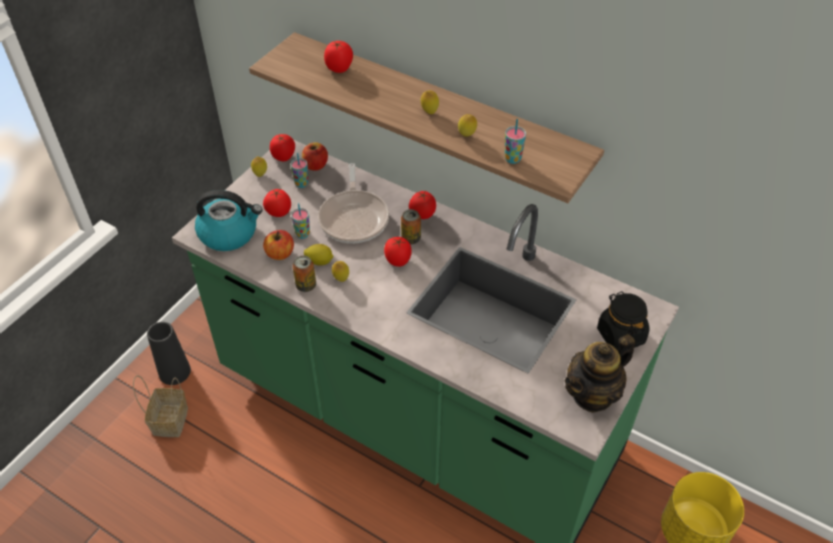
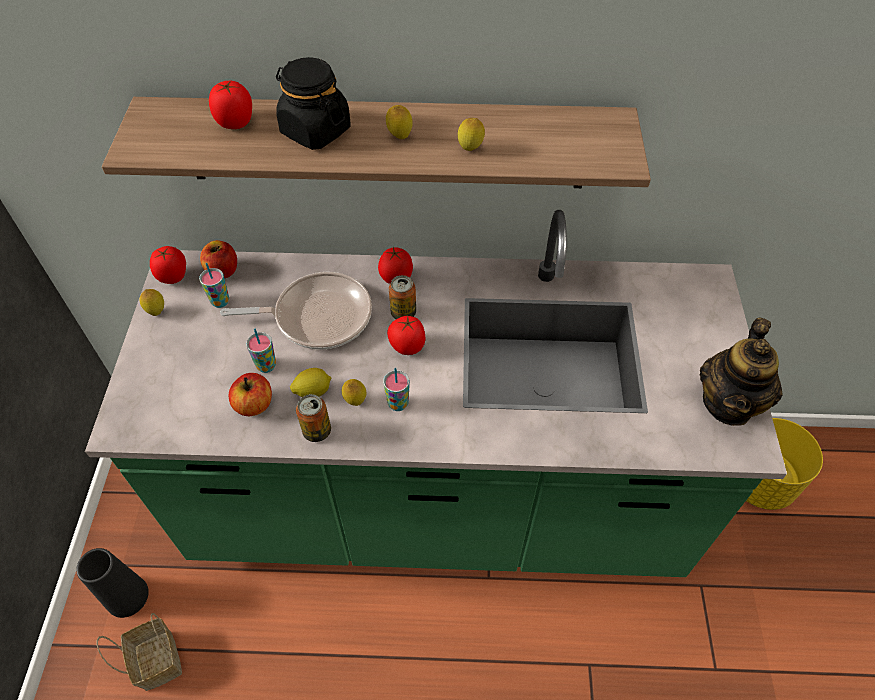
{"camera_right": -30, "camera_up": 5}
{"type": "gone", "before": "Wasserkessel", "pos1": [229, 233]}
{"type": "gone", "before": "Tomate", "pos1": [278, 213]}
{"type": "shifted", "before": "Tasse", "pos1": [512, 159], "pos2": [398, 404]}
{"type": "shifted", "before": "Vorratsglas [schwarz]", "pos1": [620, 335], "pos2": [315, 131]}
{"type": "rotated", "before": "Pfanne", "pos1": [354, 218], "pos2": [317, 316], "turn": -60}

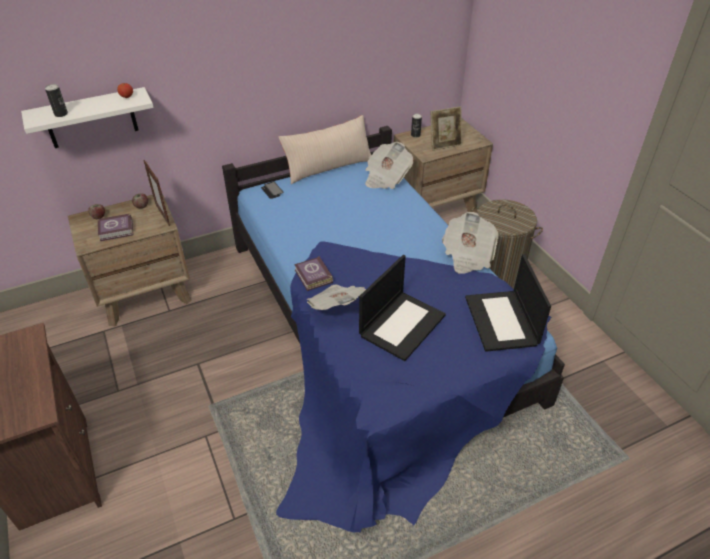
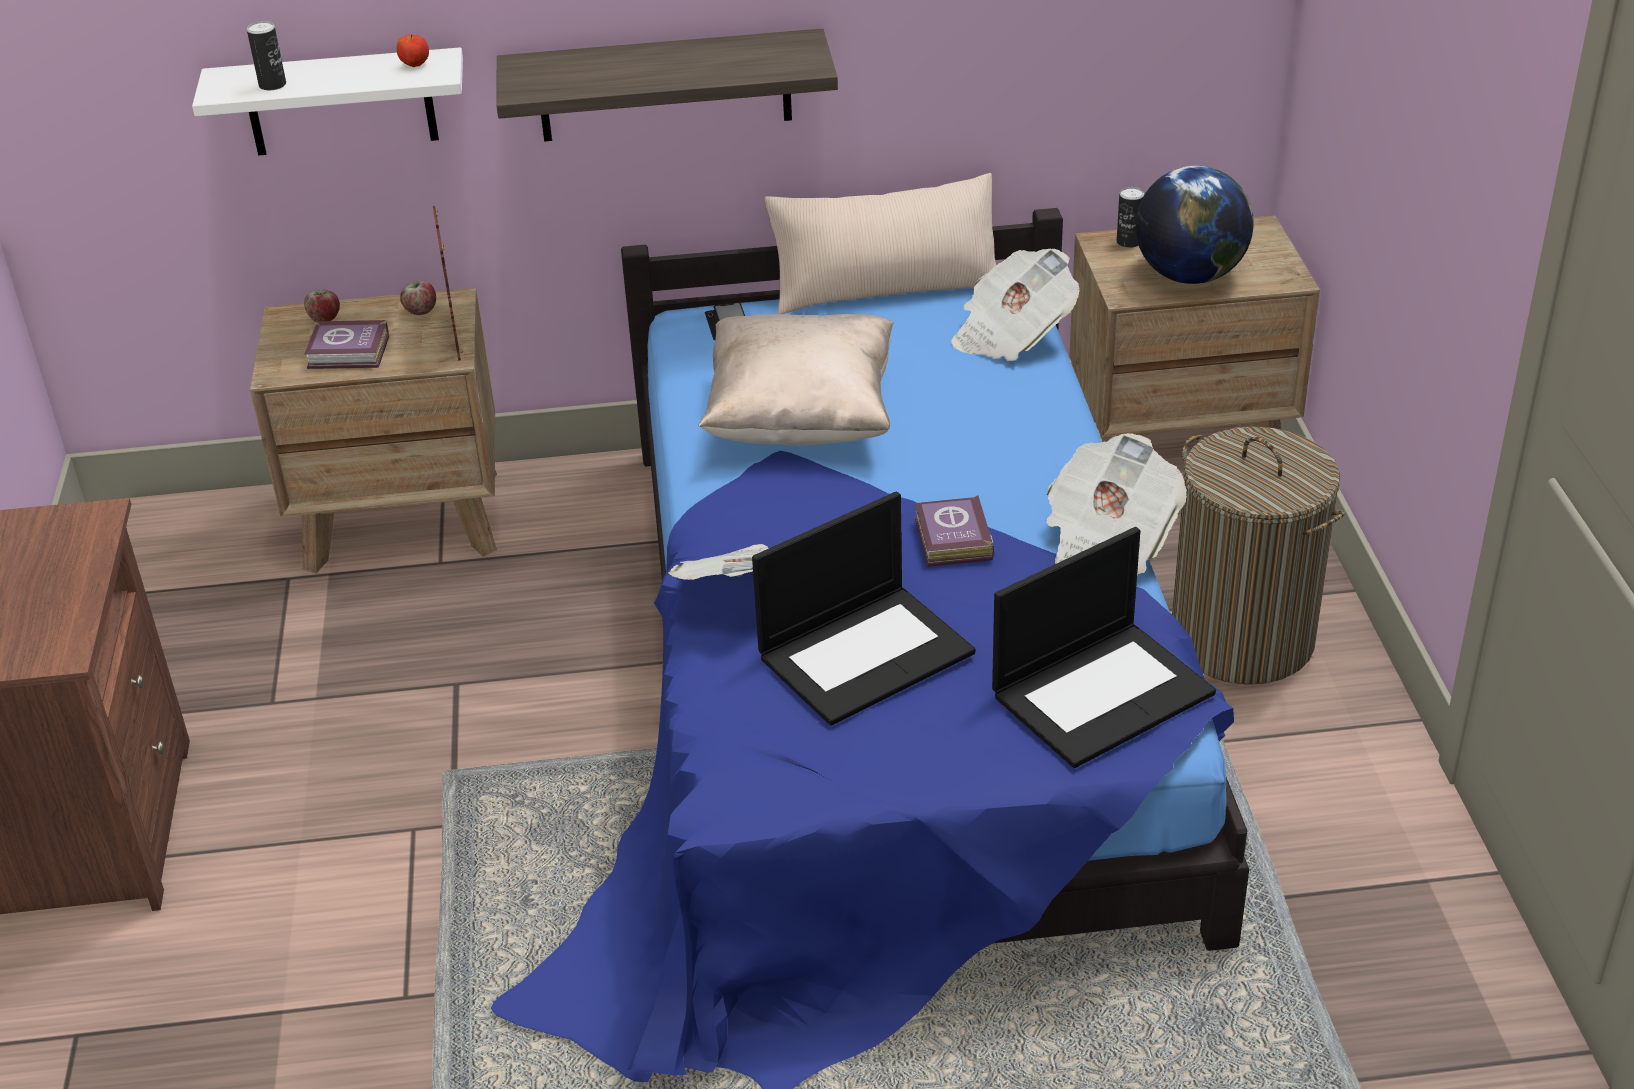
{"camera_right": 20, "camera_up": -5}
{"type": "new", "after": "Wandregal", "pos2": [664, 86]}
{"type": "new", "after": "Kissen [beige]", "pos2": [801, 419]}
{"type": "shifted", "before": "Buch", "pos1": [313, 277], "pos2": [952, 540]}
{"type": "swapped", "before": "Bilderrahmen", "after": "Globus", "pos1": [444, 145], "pos2": [1189, 275]}
{"type": "rotated", "before": "Laptop", "pos1": [502, 321], "pos2": [1103, 692], "turn": -135}

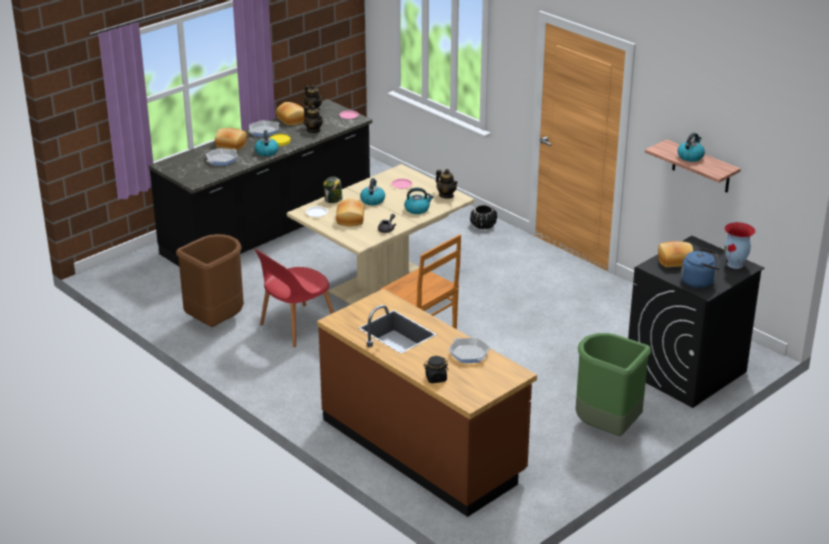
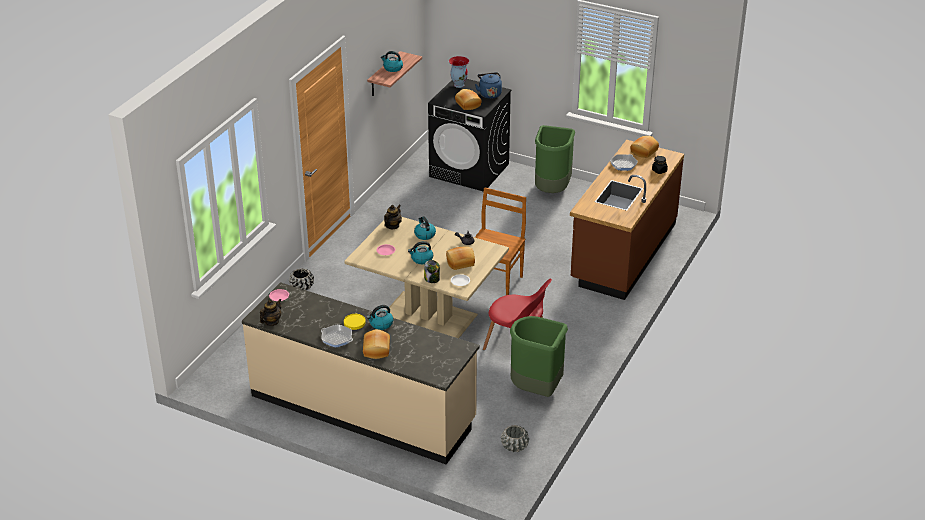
{"camera_right": -110, "camera_up": 5}
{"type": "gone", "before": "Pfanne", "pos1": [222, 159]}
{"type": "gone", "before": "Teekanne", "pos1": [313, 130]}
{"type": "new", "after": "Pflanzkübel [grau]", "pos2": [514, 446]}
{"type": "shifted", "before": "Brot", "pos1": [292, 119], "pos2": [643, 151]}
{"type": "repainted", "before": "Küchenzeile [schwarz]", "after": "Küchenzeile [beige]", "pos1": [269, 228], "pos2": [363, 408]}
{"type": "repainted", "before": "Mülleimer [braun]", "after": "Mülleimer [grün]", "pos1": [216, 321], "pos2": [536, 390]}

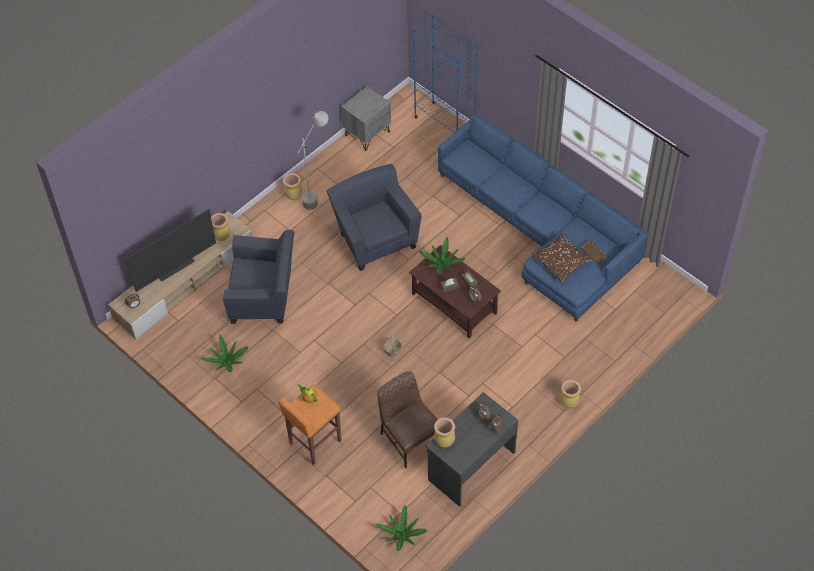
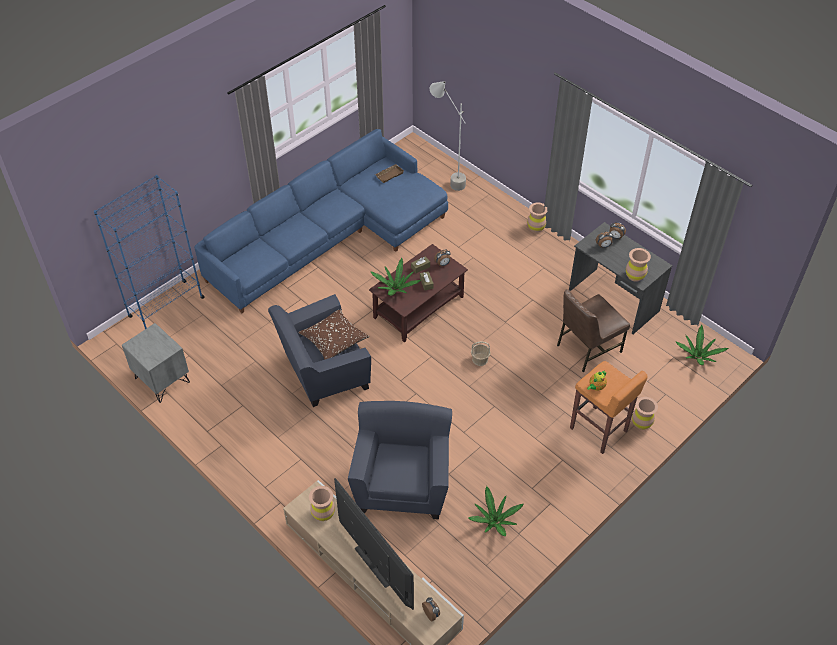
{"camera_right": -90, "camera_up": -5}
{"type": "shifted", "before": "Vase [braun]", "pos1": [293, 195], "pos2": [641, 423]}
{"type": "shifted", "before": "Stehlampe [grau]", "pos1": [318, 195], "pos2": [447, 179]}
{"type": "shifted", "before": "Kissen [braun]", "pos1": [561, 261], "pos2": [333, 340]}

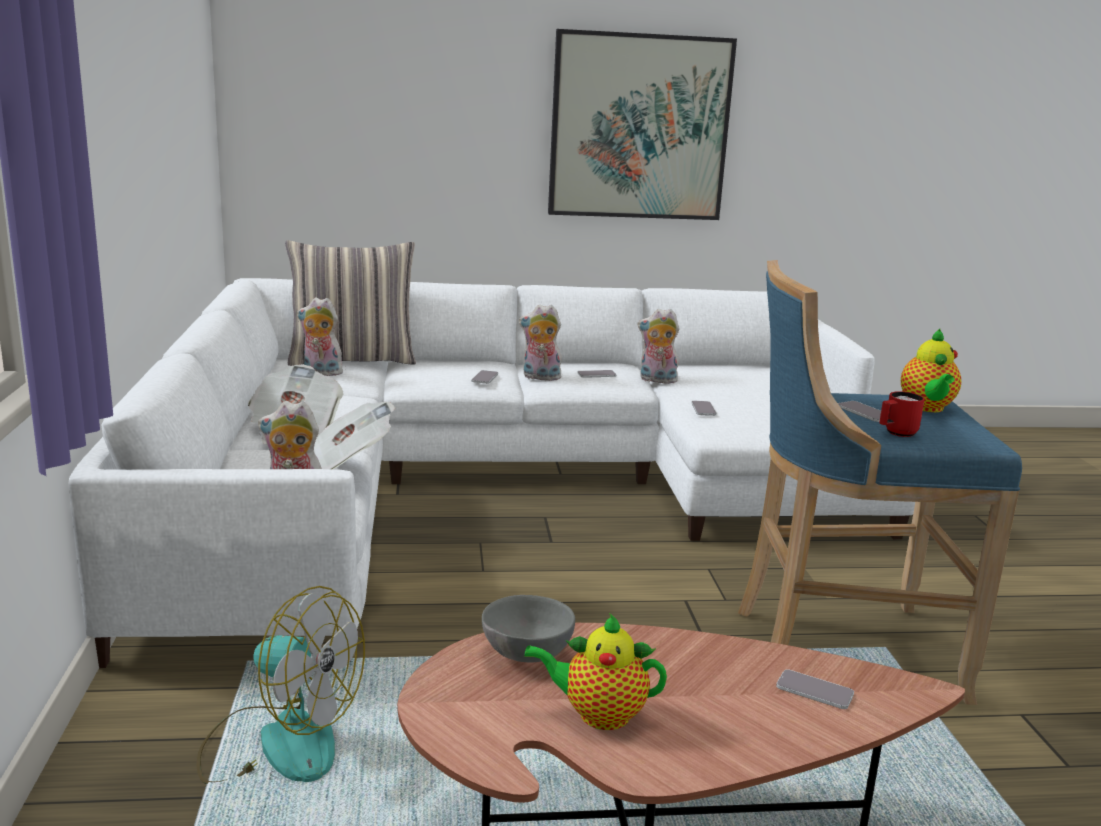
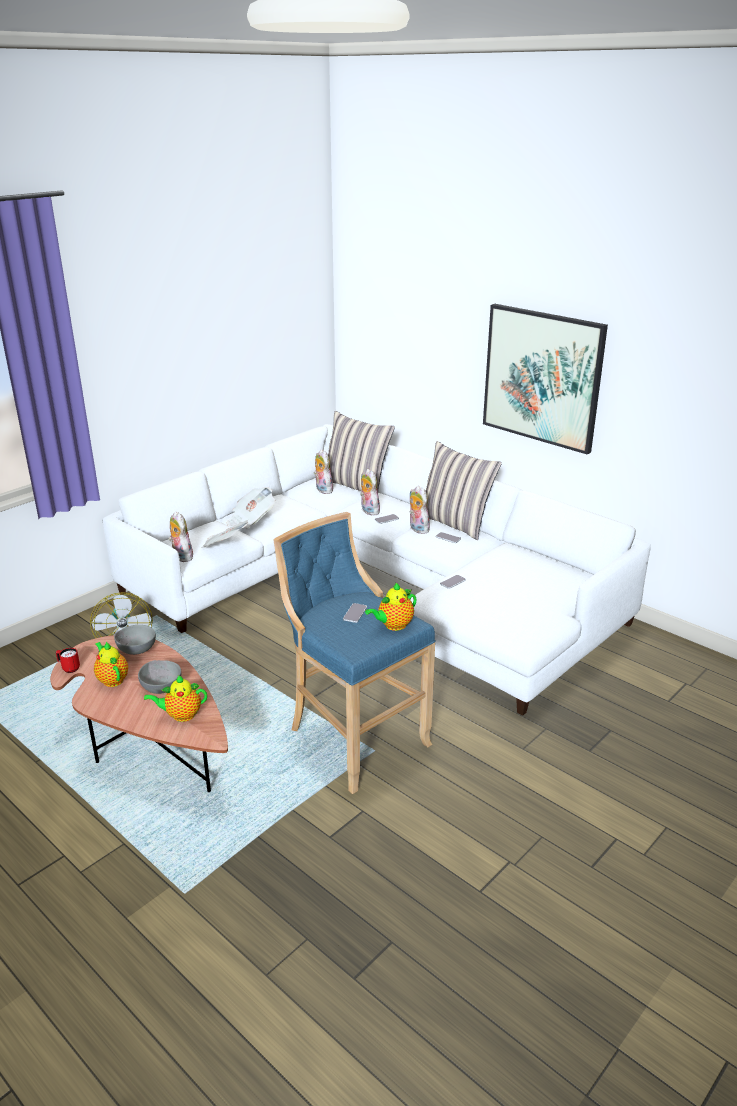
{"camera_right": 50, "camera_up": 10}
{"type": "new", "after": "Schüssel [grau]", "pos2": [162, 687]}
{"type": "new", "after": "Kissen", "pos2": [455, 523]}
{"type": "shifted", "before": "Plüschtier", "pos1": [656, 380], "pos2": [368, 511]}
{"type": "shifted", "before": "Henkelbecher [rot]", "pos1": [896, 433], "pos2": [69, 668]}
{"type": "swapped", "before": "Handy", "after": "Teekanne", "pos1": [814, 691], "pos2": [181, 715]}

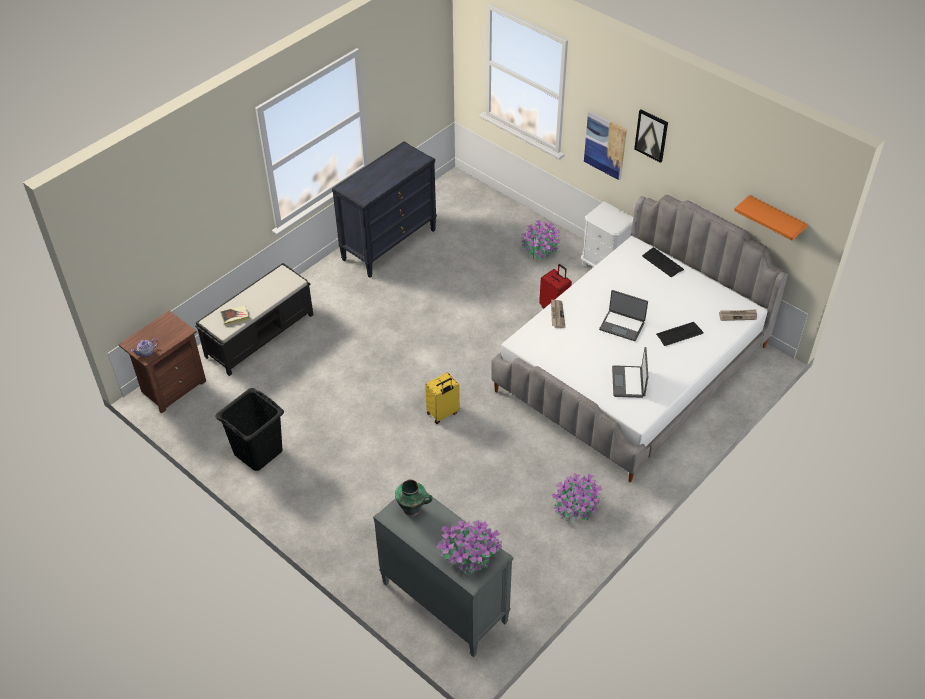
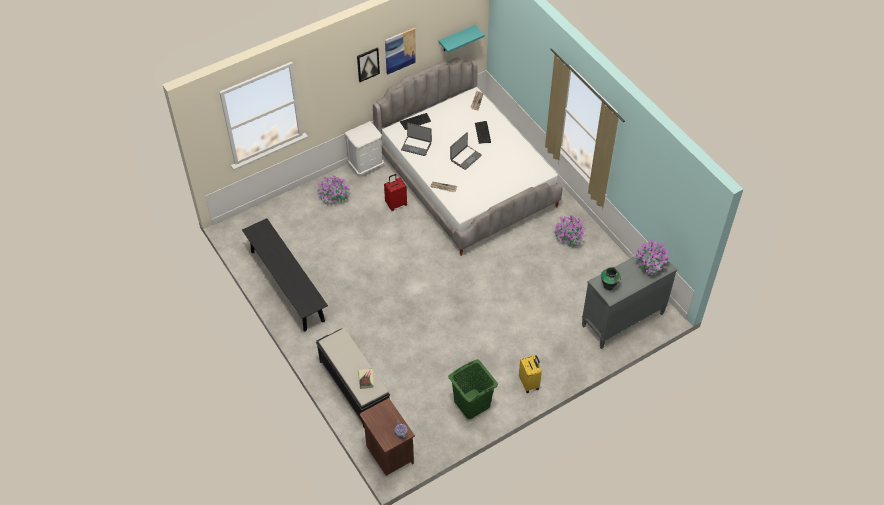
{"camera_right": -75, "camera_up": 5}
{"type": "shifted", "before": "Koffer [gelb]", "pos1": [443, 413], "pos2": [529, 383]}
{"type": "shifted", "before": "Bild", "pos1": [605, 145], "pos2": [400, 50]}
{"type": "shifted", "before": "Laptop", "pos1": [629, 382], "pos2": [416, 146]}
{"type": "swapped", "before": "Kommode [schwarz]", "after": "Bank [schwarz]", "pos1": [389, 244], "pos2": [287, 285]}
{"type": "repainted", "before": "Wäschekorb [schwarz]", "after": "Wäschekorb [grün]", "pos1": [257, 452], "pos2": [472, 404]}
{"type": "repainted", "before": "Wandregal [orange]", "after": "Wandregal [türkis]", "pos1": [775, 219], "pos2": [456, 38]}

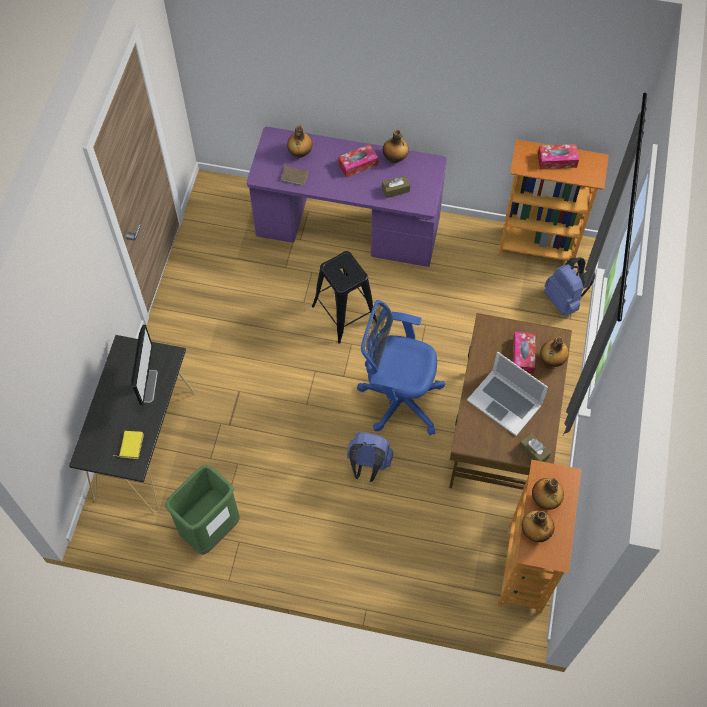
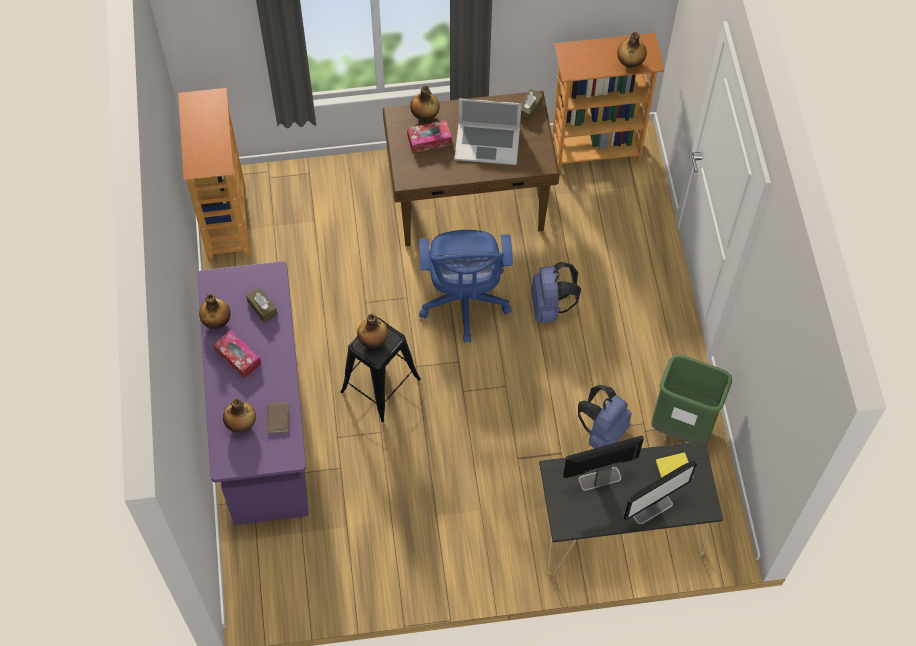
{"camera_right": -110, "camera_up": 0}
{"type": "gone", "before": "Taschentuchbox", "pos1": [557, 160]}
{"type": "new", "after": "Monitor", "pos2": [652, 508]}
{"type": "shifted", "before": "Flasche", "pos1": [544, 500], "pos2": [373, 341]}
{"type": "shifted", "before": "Rucksack [blau]", "pos1": [564, 300], "pos2": [602, 432]}
{"type": "rotated", "before": "Laptop", "pos1": [504, 402], "pos2": [487, 143], "turn": 75}

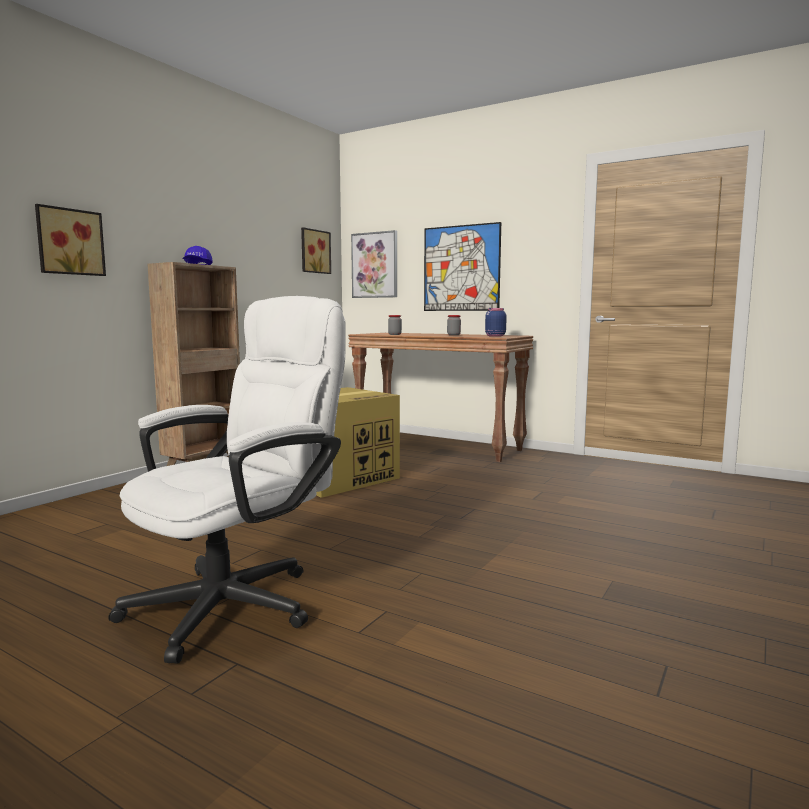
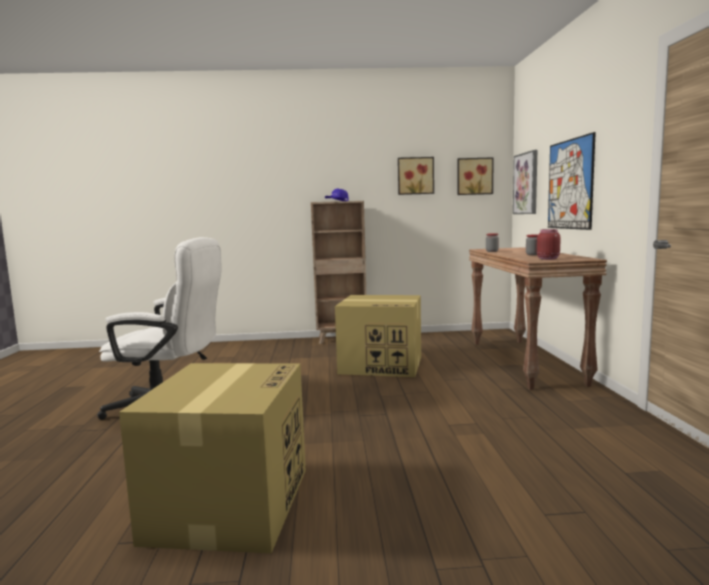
{"camera_right": 55, "camera_up": 0}
{"type": "new", "after": "Karton", "pos2": [230, 502]}
{"type": "shifted", "before": "Bild", "pos1": [69, 242], "pos2": [415, 176]}
{"type": "repainted", "before": "Vorratsglas [blau]", "after": "Vorratsglas [rot]", "pos1": [494, 336], "pos2": [547, 259]}

